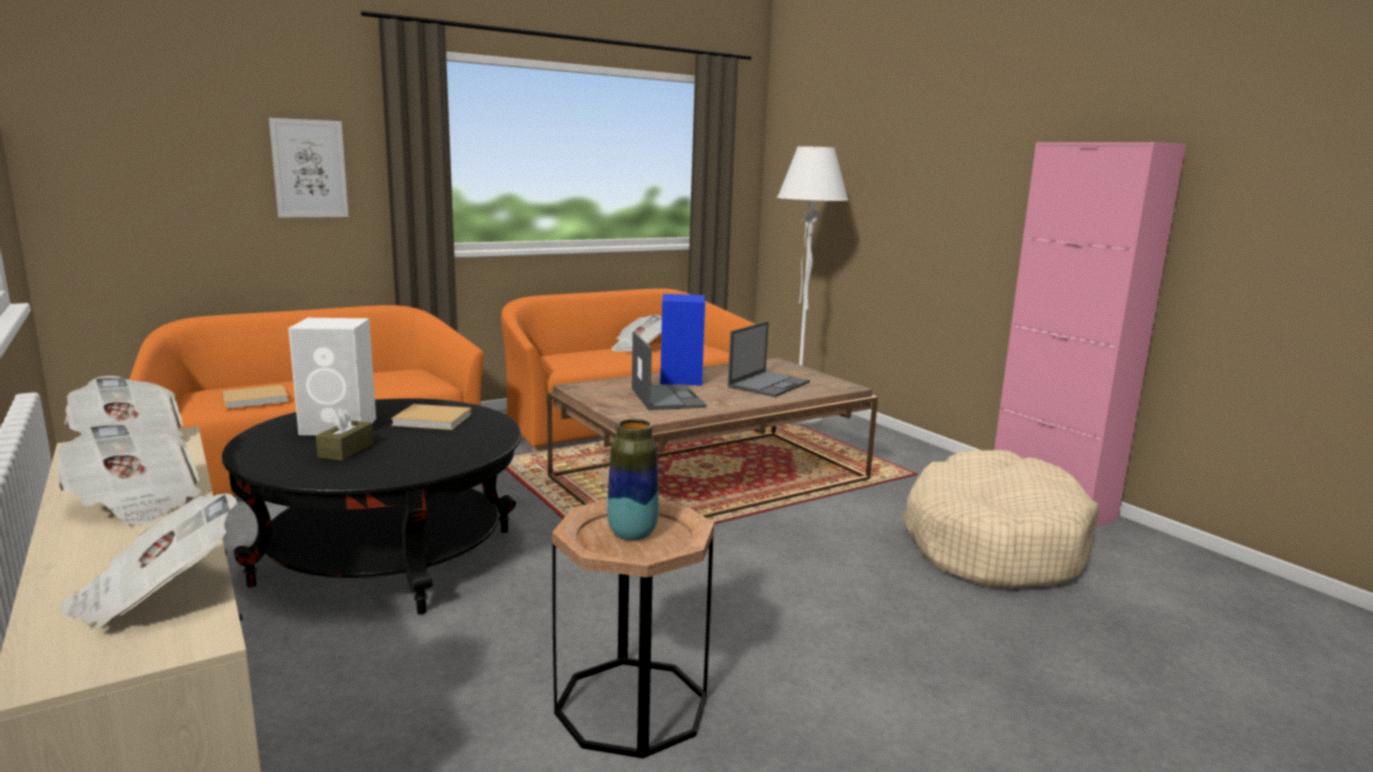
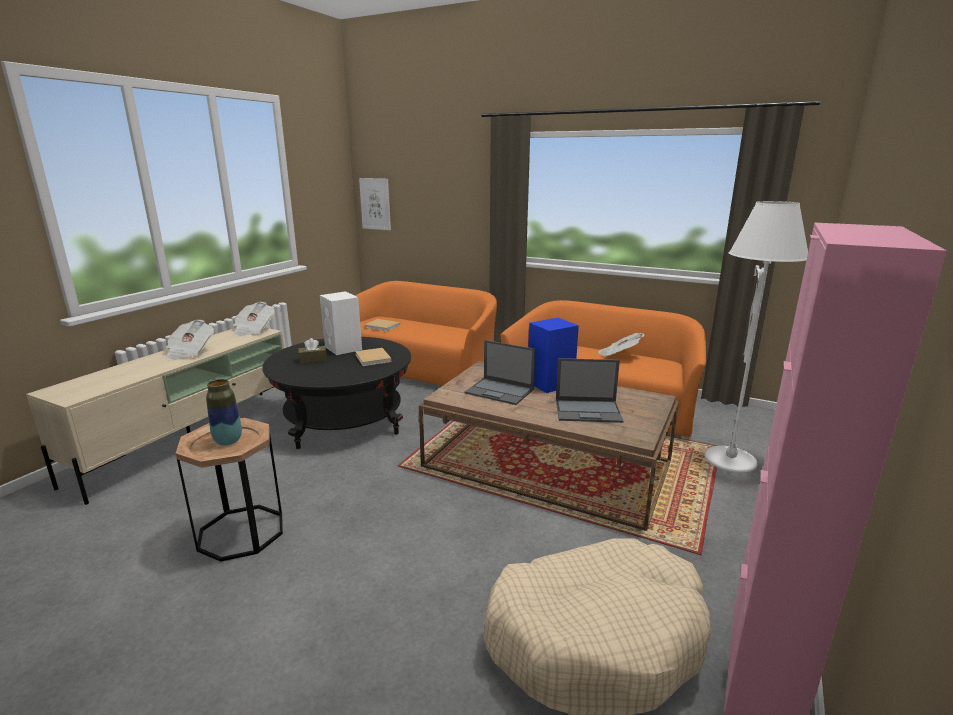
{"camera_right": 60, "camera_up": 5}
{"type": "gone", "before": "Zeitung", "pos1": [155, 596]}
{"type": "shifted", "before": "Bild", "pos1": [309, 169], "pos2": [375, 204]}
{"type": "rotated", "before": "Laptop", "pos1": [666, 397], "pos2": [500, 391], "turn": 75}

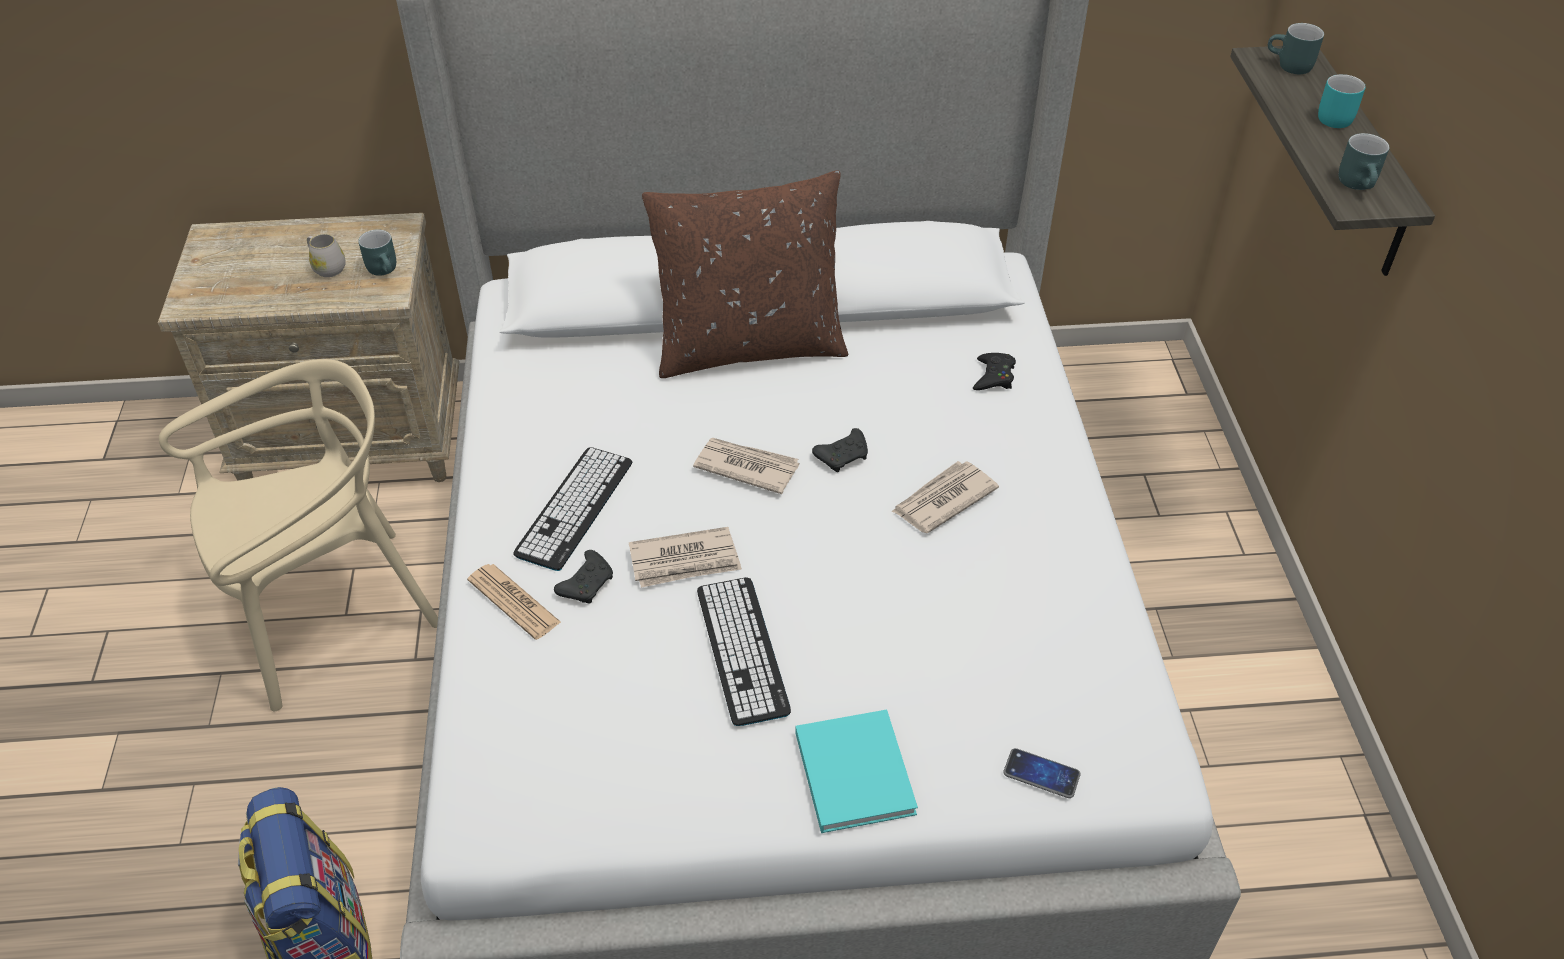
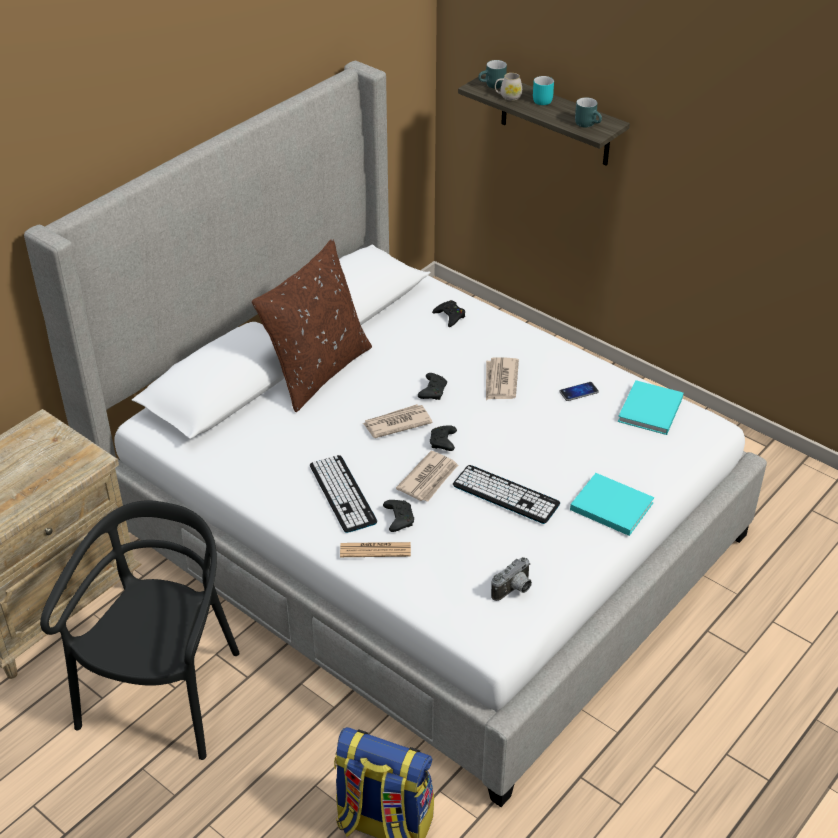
{"camera_right": -45, "camera_up": -5}
{"type": "gone", "before": "Henkelbecher [türkis]", "pos1": [386, 269]}
{"type": "new", "after": "Gamepad [schwarz]", "pos2": [443, 443]}
{"type": "new", "after": "Kamera", "pos2": [514, 590]}
{"type": "new", "after": "Buch [türkis]", "pos2": [649, 411]}
{"type": "shifted", "before": "Henkelbecher [weiß]", "pos1": [327, 267], "pos2": [508, 96]}
{"type": "shifted", "before": "Handy", "pos1": [1041, 774], "pos2": [578, 392]}
{"type": "repainted", "before": "Stuhl [beige]", "after": "Stuhl [schwarz]", "pos1": [330, 613], "pos2": [164, 694]}

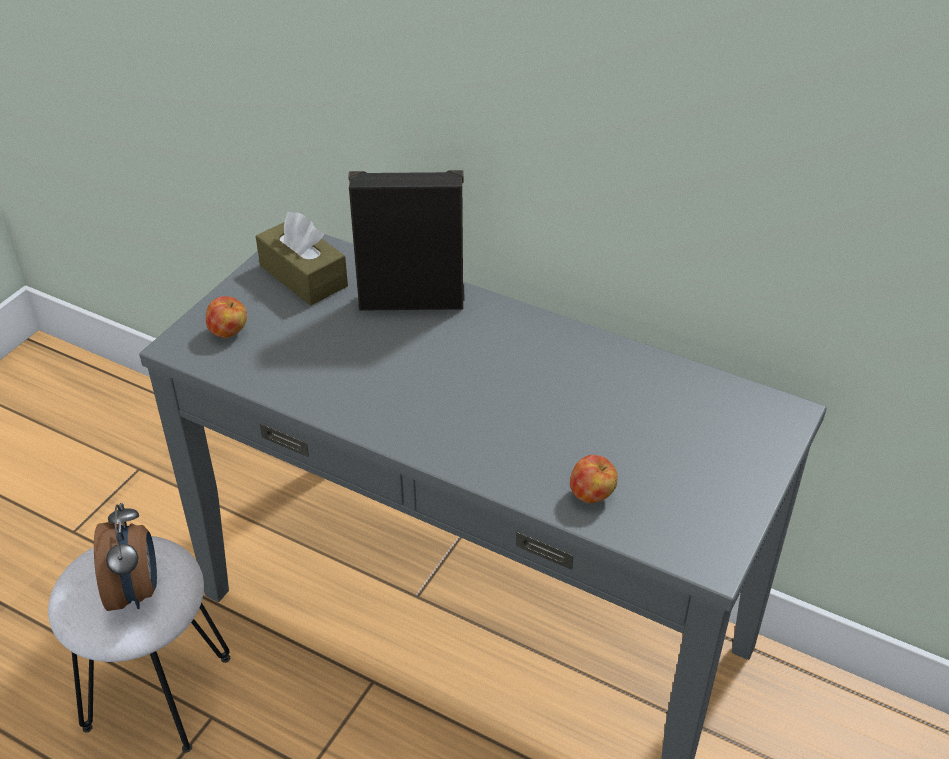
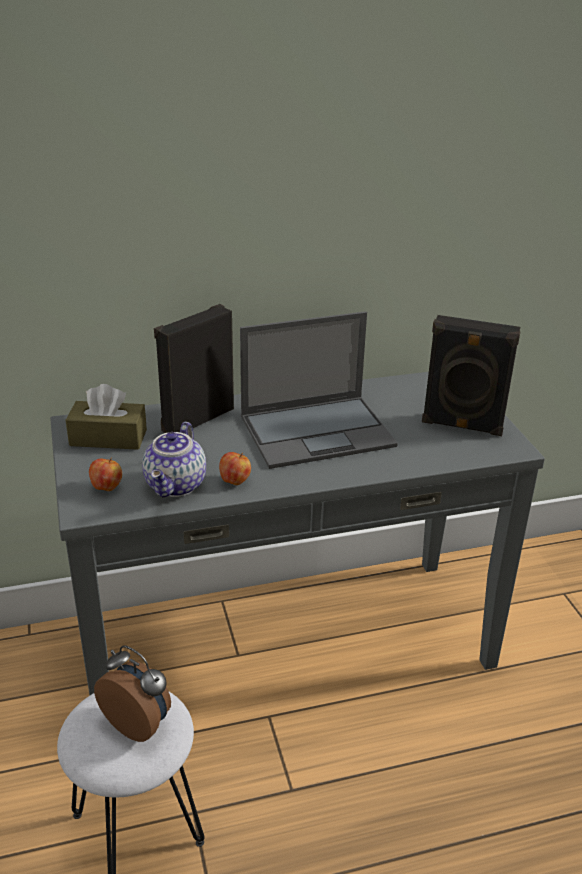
{"camera_right": -45, "camera_up": -10}
{"type": "new", "after": "Teekanne", "pos2": [177, 486]}
{"type": "new", "after": "Laptop", "pos2": [318, 431]}
{"type": "new", "after": "Lautsprecher [schwarz]", "pos2": [462, 426]}
{"type": "shifted", "before": "Apfel", "pos1": [592, 494], "pos2": [235, 481]}

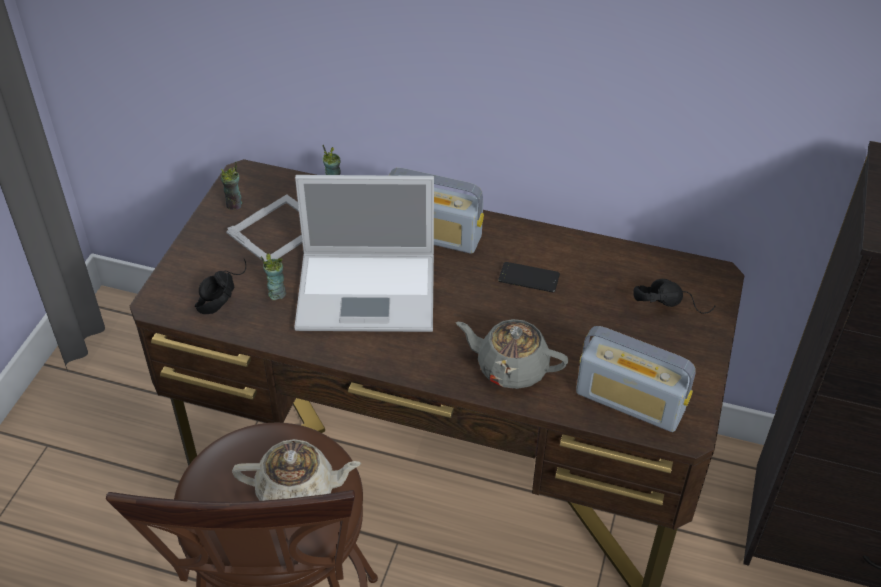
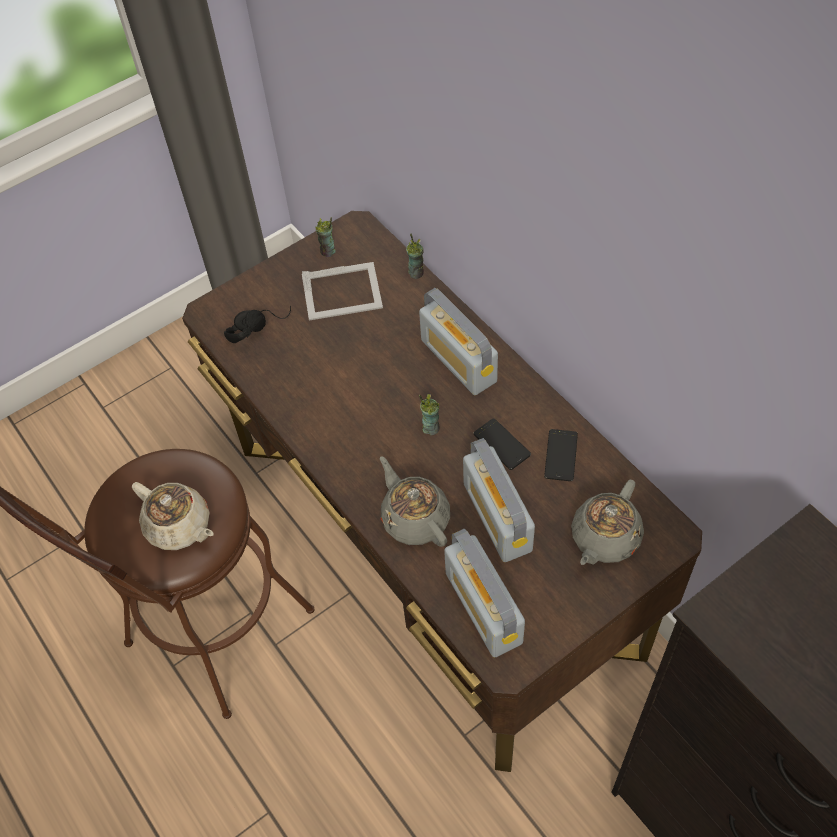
{"camera_right": 40, "camera_up": 10}
{"type": "gone", "before": "Laptop", "pos1": [369, 291]}
{"type": "new", "after": "Radio", "pos2": [497, 517]}
{"type": "new", "after": "Handy", "pos2": [561, 455]}
{"type": "shifted", "before": "Tasse", "pos1": [277, 293], "pos2": [431, 428]}
{"type": "swapped", "before": "Kopfhörer [schwarz]", "after": "Teekanne [grau]", "pos1": [671, 303], "pos2": [604, 538]}

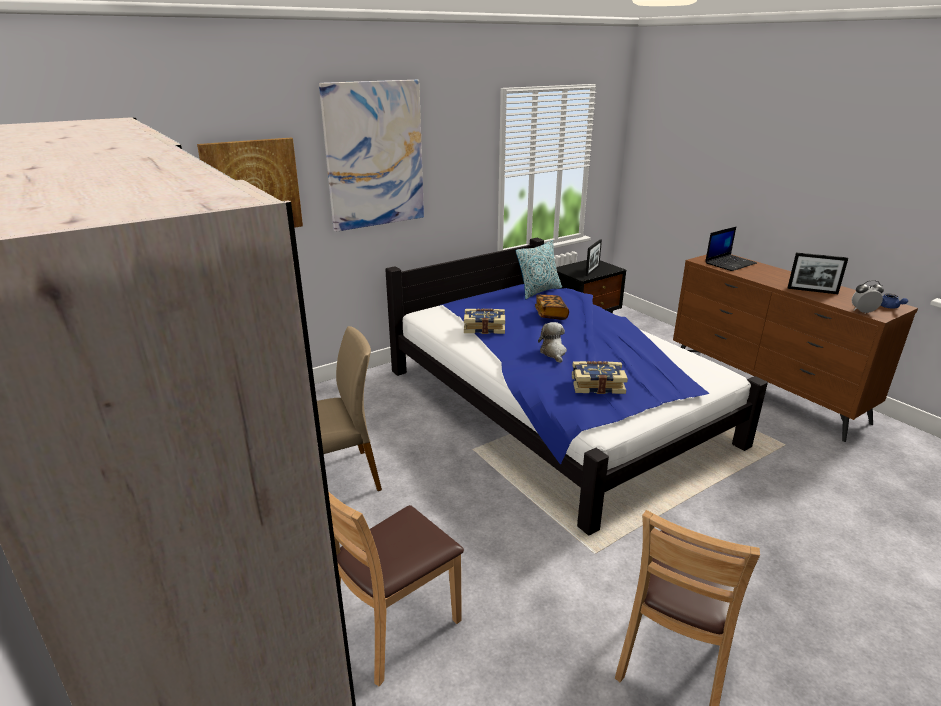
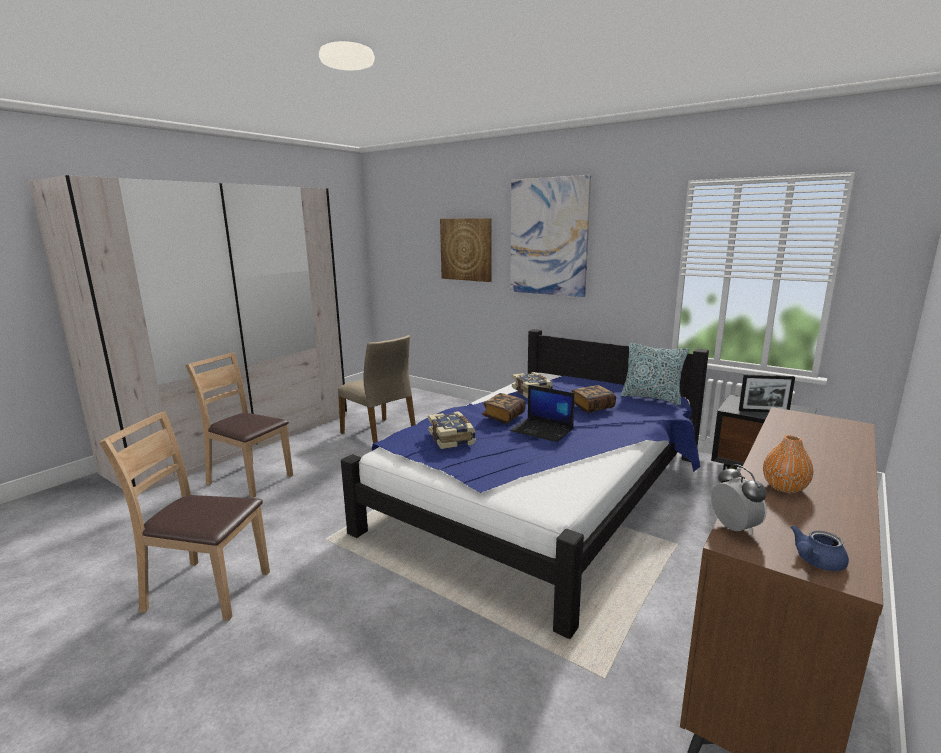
{"camera_right": 70, "camera_up": -10}
{"type": "shifted", "before": "Laptop", "pos1": [730, 263], "pos2": [542, 430]}
{"type": "swapped", "before": "Plüschtier", "after": "Buch", "pos1": [553, 353], "pos2": [503, 417]}
{"type": "swapped", "before": "Bilderrahmen", "after": "Vase [orange]", "pos1": [812, 291], "pos2": [784, 487]}

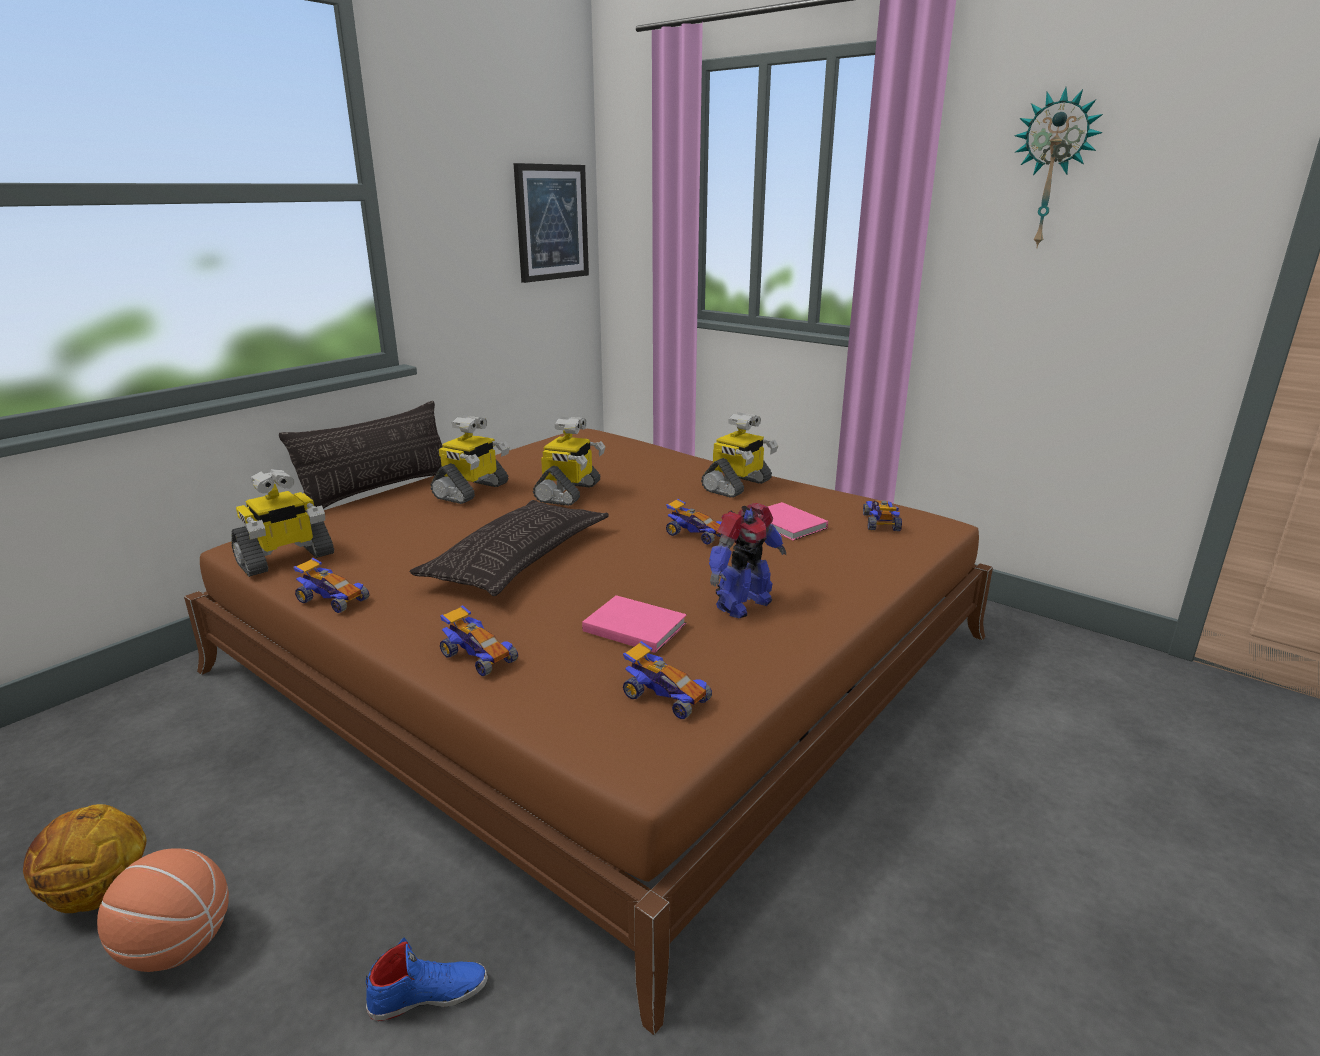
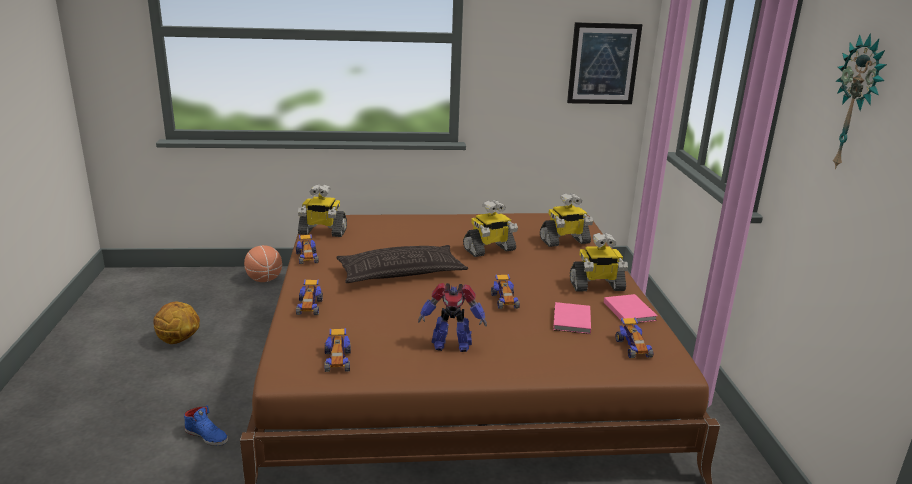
{"camera_right": 45, "camera_up": 0}
{"type": "gone", "before": "Kissen", "pos1": [380, 491]}
{"type": "shifted", "before": "Basketball", "pos1": [177, 946], "pos2": [264, 279]}
{"type": "shifted", "before": "Spielzeugroboter", "pos1": [472, 491], "pos2": [564, 241]}
{"type": "shifted", "before": "Buch [rosa]", "pos1": [633, 626], "pos2": [629, 310]}
{"type": "rotated", "before": "Spielzeugauto", "pos1": [881, 523], "pos2": [632, 348], "turn": 120}

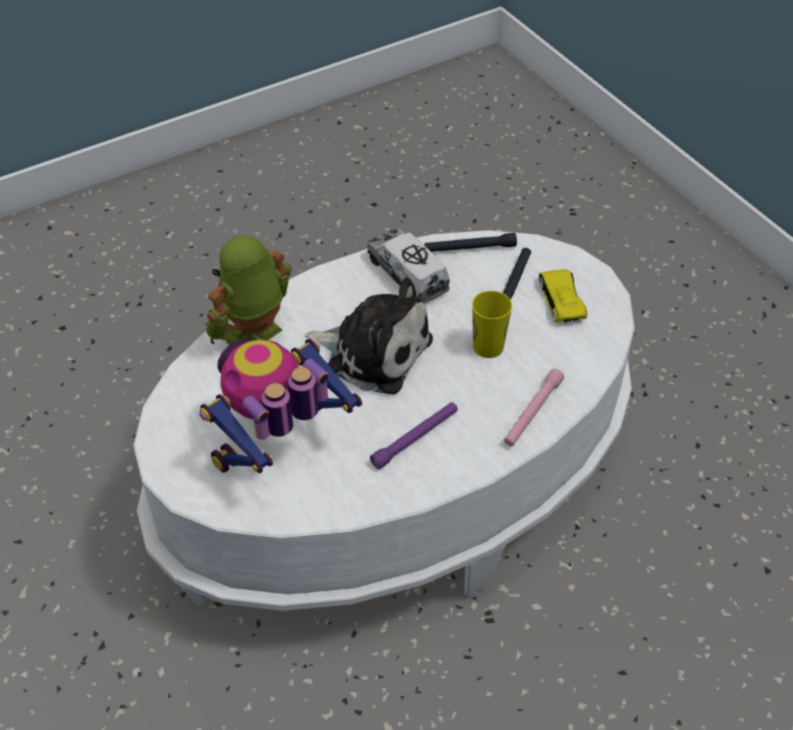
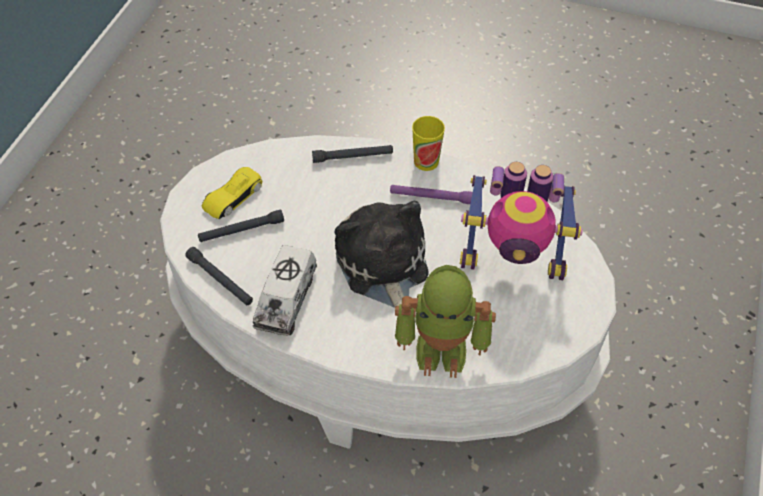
{"camera_right": -130, "camera_up": 5}
{"type": "shifted", "before": "Tasse", "pos1": [488, 346], "pos2": [426, 161]}
{"type": "repainted", "before": "Taschenlampe [rosa]", "after": "Taschenlampe [schwarz]", "pos1": [532, 412], "pos2": [352, 157]}

